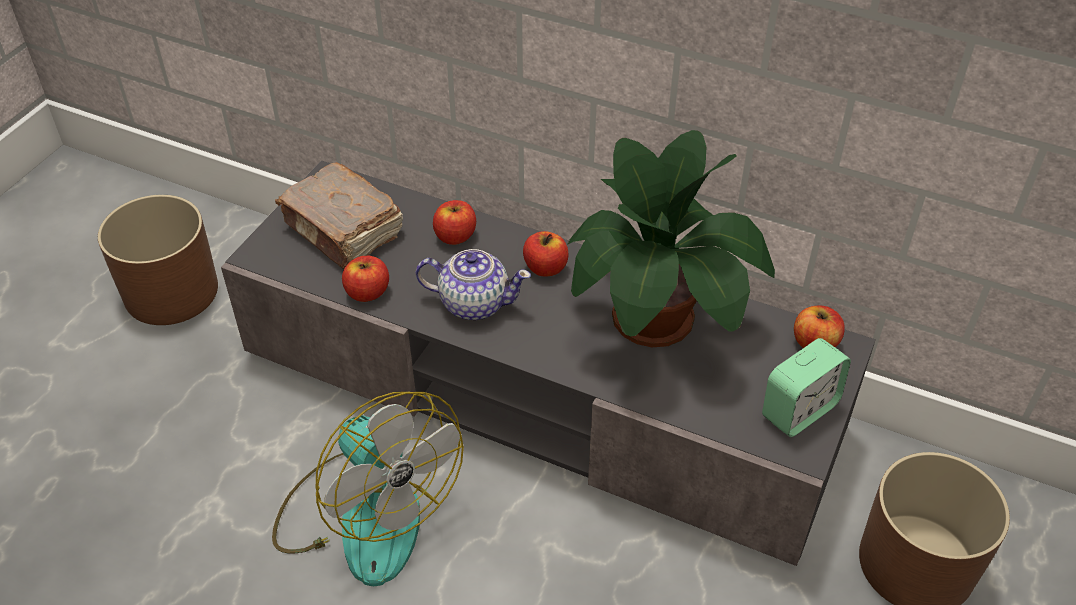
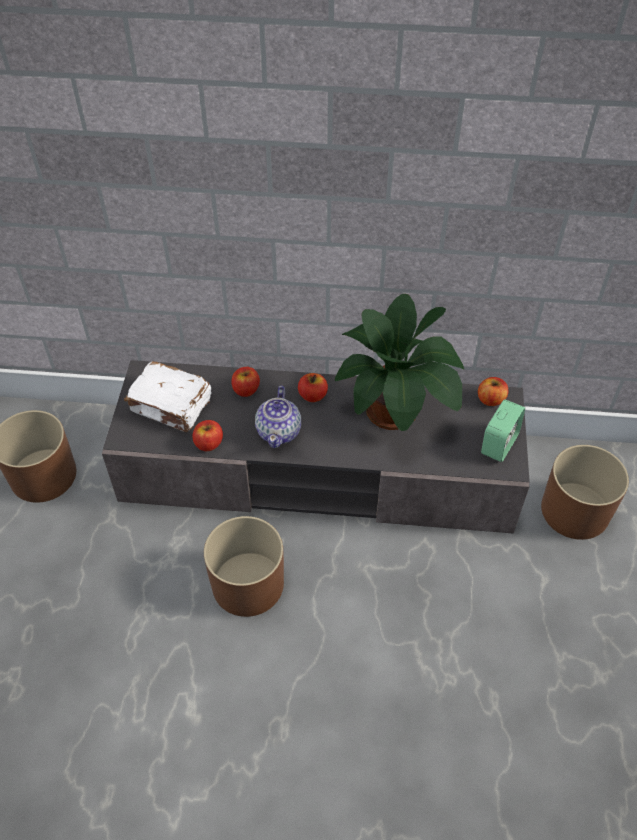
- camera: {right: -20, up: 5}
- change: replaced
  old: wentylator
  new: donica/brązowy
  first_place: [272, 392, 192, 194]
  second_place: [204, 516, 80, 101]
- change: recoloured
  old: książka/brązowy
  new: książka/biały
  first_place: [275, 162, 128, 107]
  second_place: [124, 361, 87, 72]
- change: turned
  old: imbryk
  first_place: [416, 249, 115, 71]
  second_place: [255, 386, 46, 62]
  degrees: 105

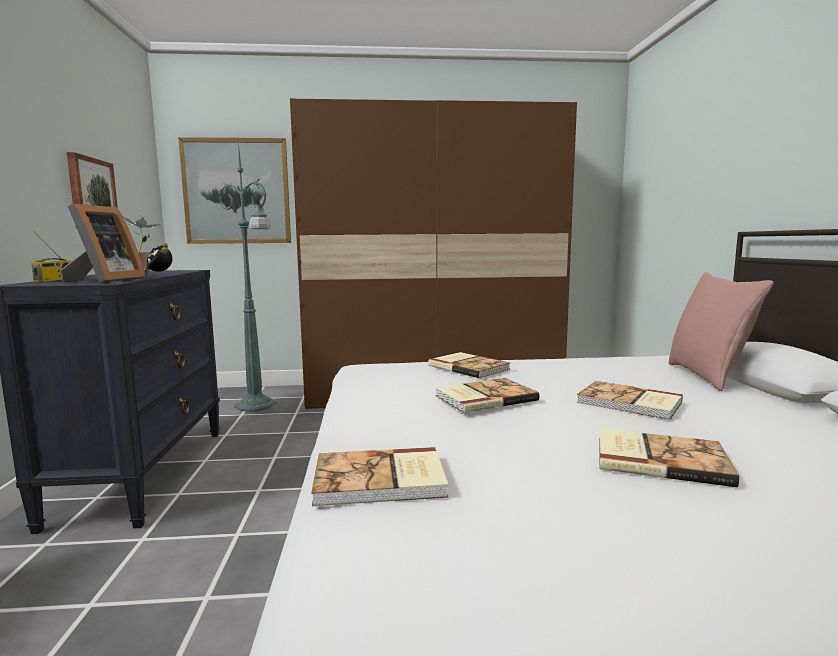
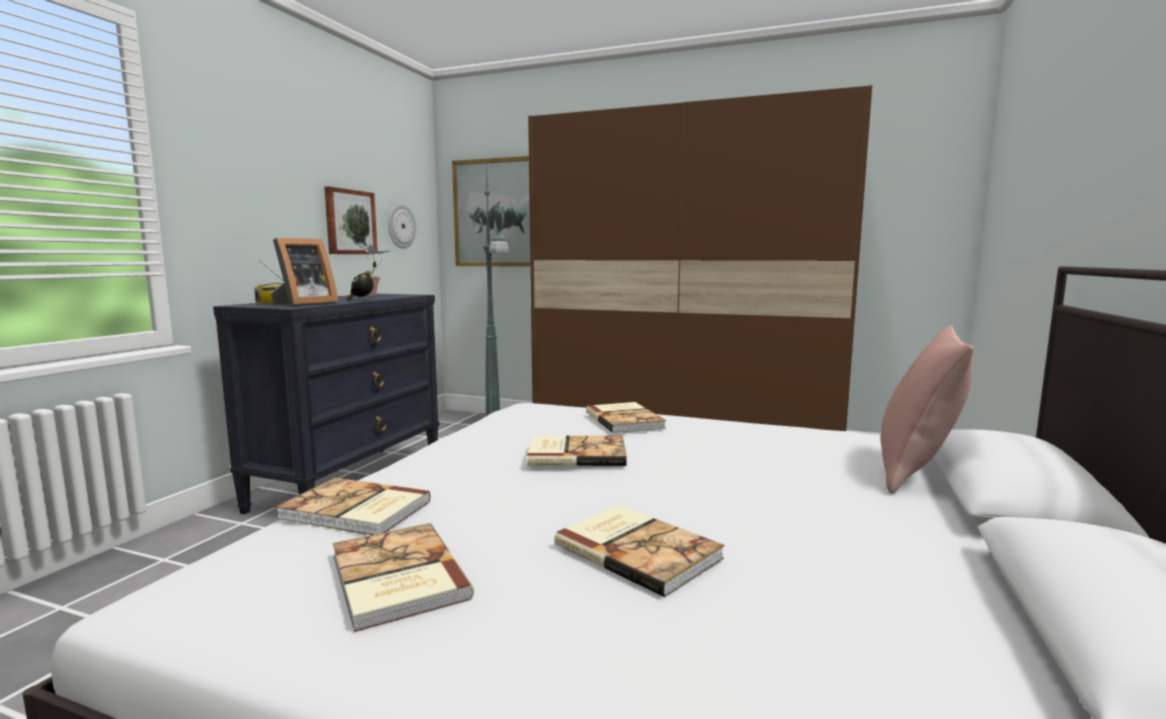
- camera: {right: 25, up: 0}
- change: added
  new: zegar ścienny
  second_place: [388, 204, 28, 45]
- change: moved
  old: książka
  first_place: [577, 381, 106, 39]
  second_place: [333, 523, 141, 109]

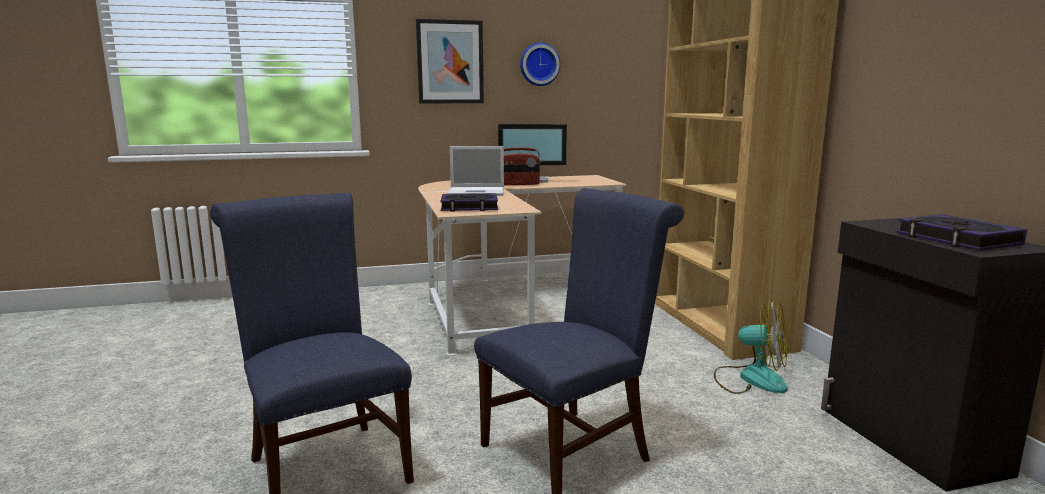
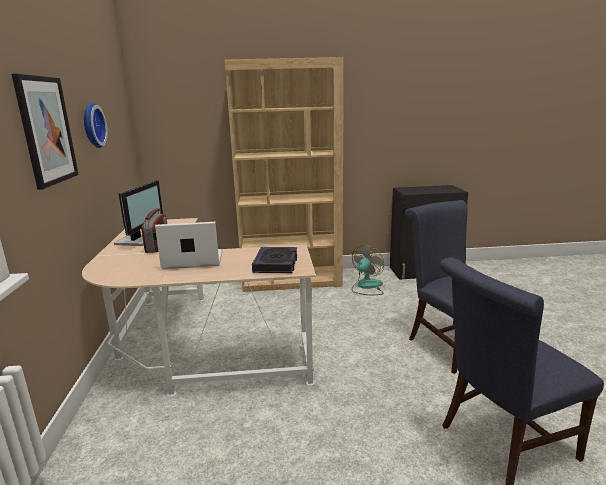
- camera: {right: -80, up: 5}
- change: removed
  old: książka
  first_place: [897, 214, 130, 37]
- change: turned
  old: laptop
  first_place: [447, 146, 57, 50]
  second_place: [155, 222, 68, 47]
  degrees: -105

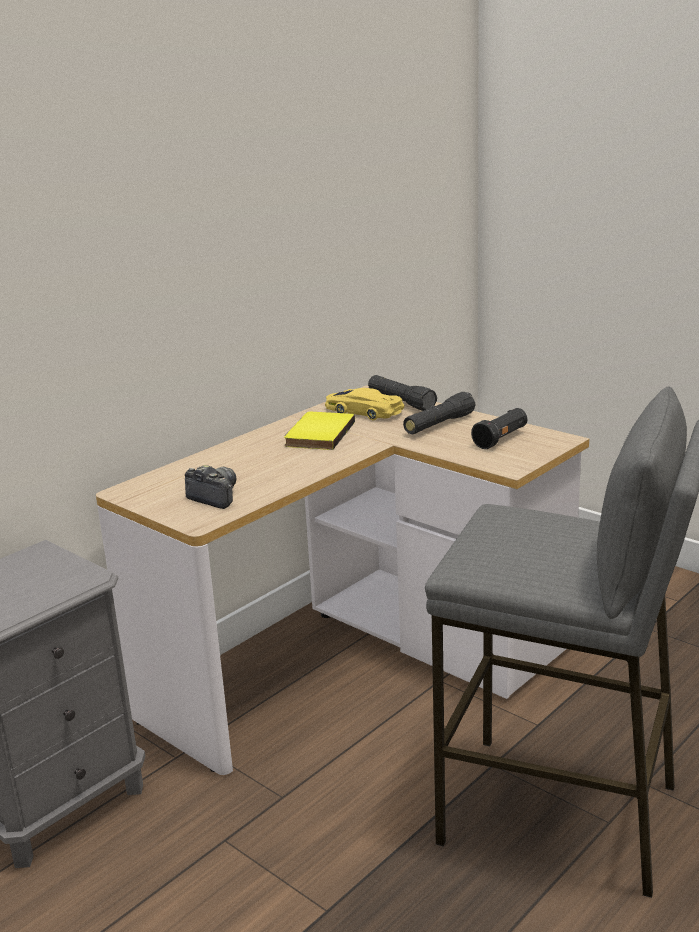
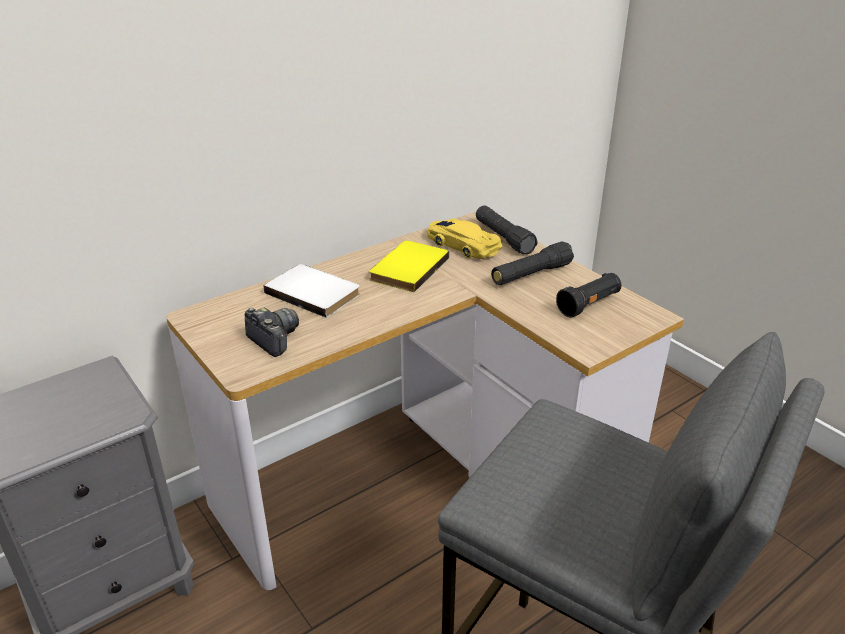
- camera: {right: 10, up: 10}
- change: added
  new: książka/biały
  second_place: [264, 264, 96, 54]

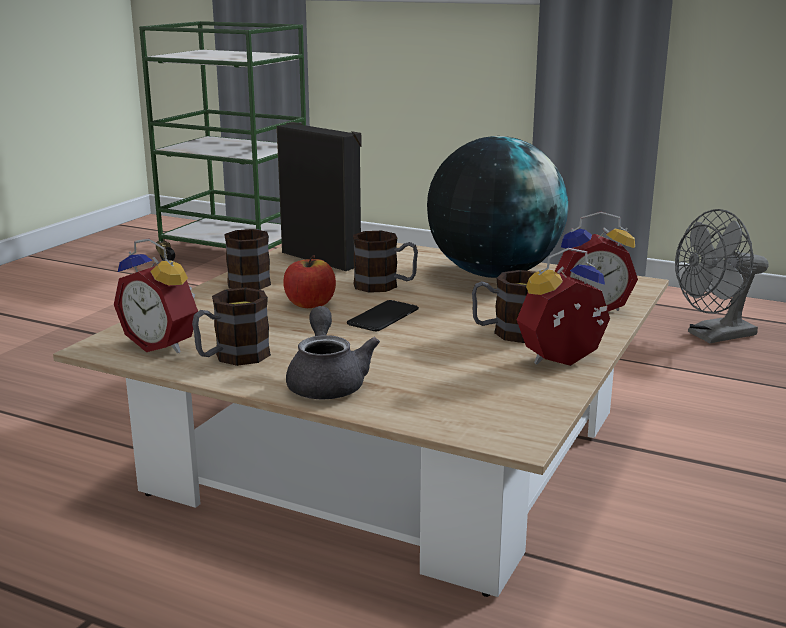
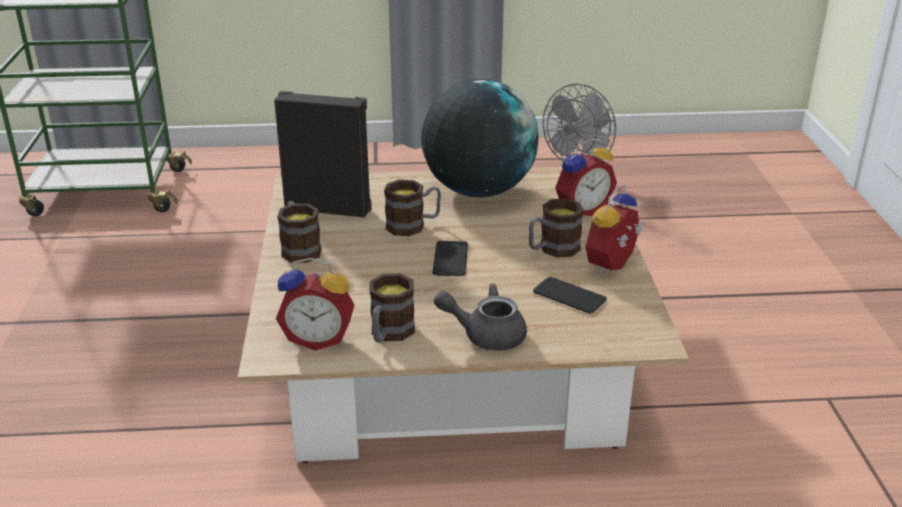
- camera: {right: -30, up: 10}
- change: removed
  old: jabłko
  first_place: [283, 255, 53, 53]
- change: added
  new: telefon
  second_place: [533, 277, 74, 36]
- change: turned
  old: imbryk/szary
  first_place: [286, 306, 94, 93]
  second_place: [434, 283, 93, 68]
  degrees: -45

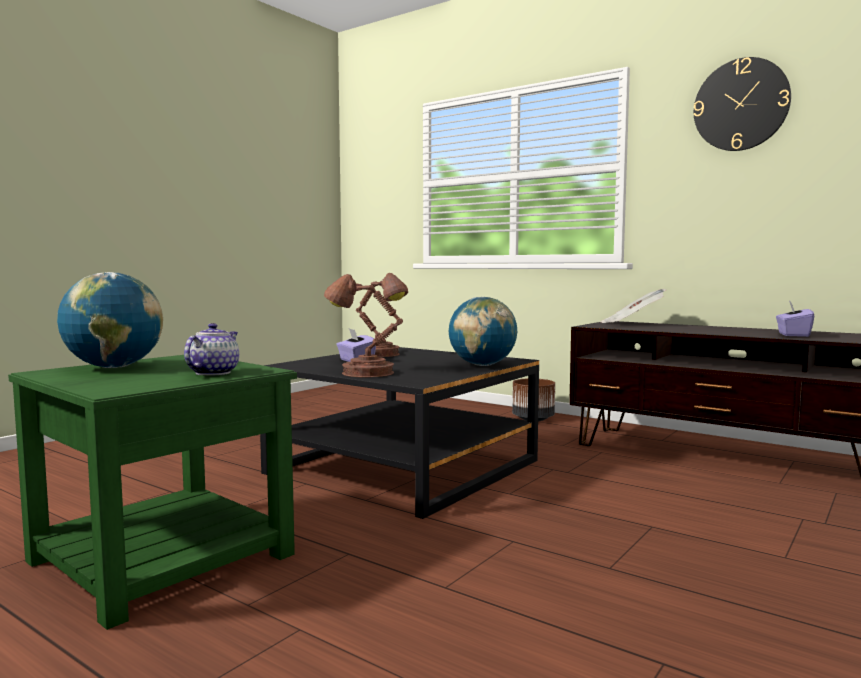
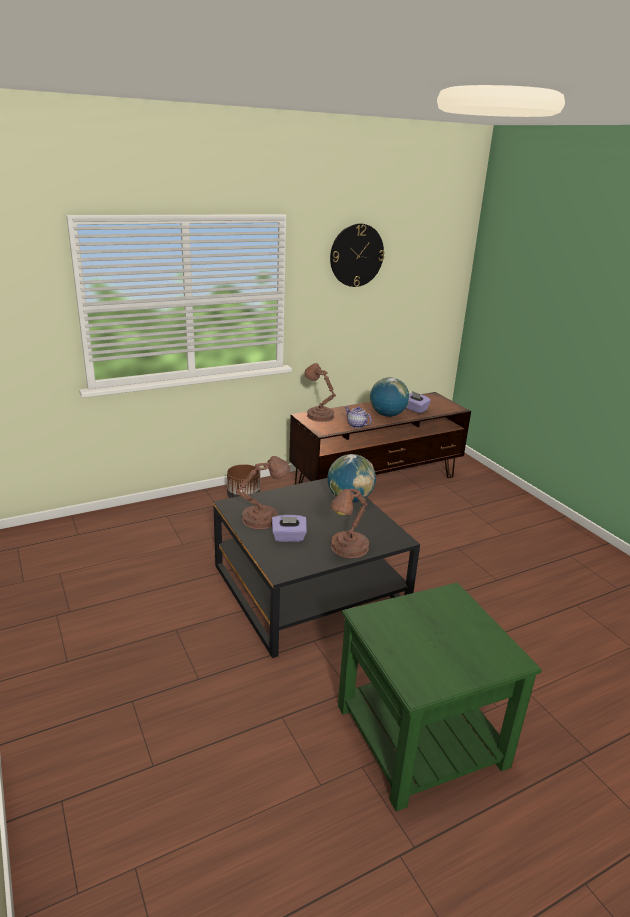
- camera: {right: -65, up: 20}
- change: moved
  old: globus
  first_place: [57, 272, 106, 96]
  second_place: [370, 377, 39, 40]
- change: moved
  old: imbryk
  first_place: [184, 323, 55, 53]
  second_place: [345, 406, 27, 22]
- change: replaced
  old: gazeta
  new: lampa stołowa/brązowy
  first_place: [601, 289, 65, 34]
  second_place: [304, 363, 32, 59]

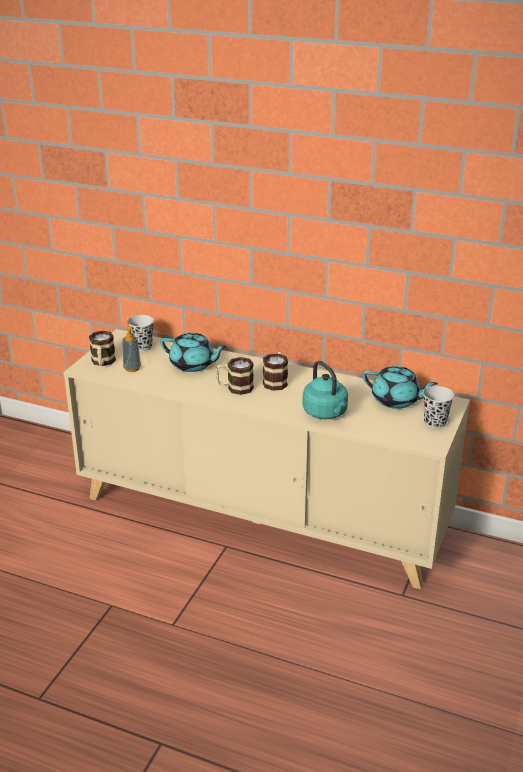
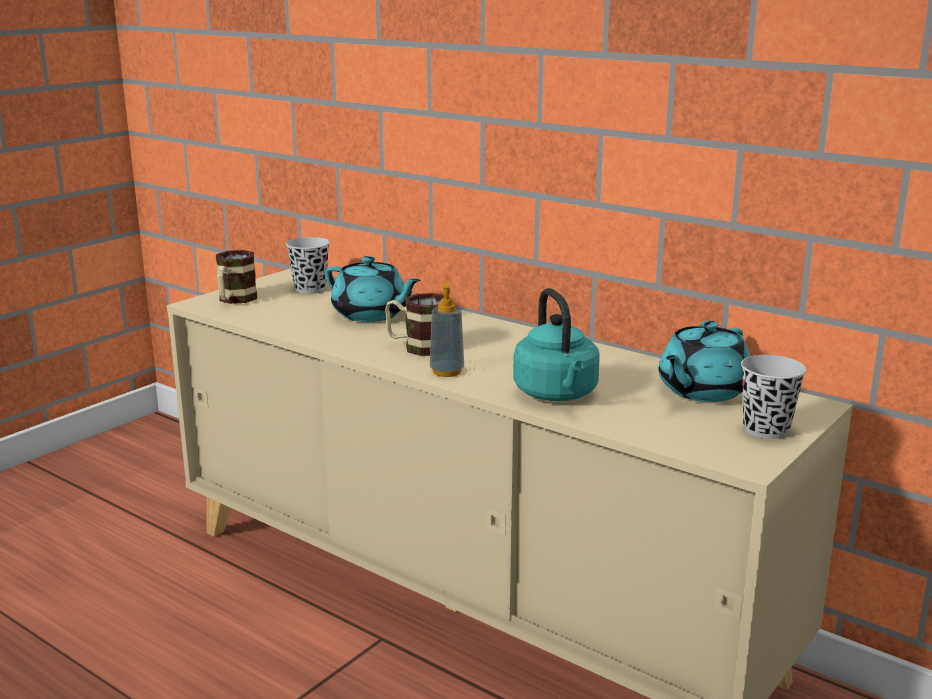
- camera: {right: 15, up: -10}
- change: removed
  old: kubek
  first_place: [263, 352, 25, 39]
- change: moved
  old: dozownik mydła
  first_place: [122, 324, 19, 48]
  second_place: [430, 281, 34, 96]
- change: turned
  old: imbryk/turkusowy
  first_place: [362, 366, 76, 43]
  second_place: [659, 321, 91, 81]
  degrees: 90

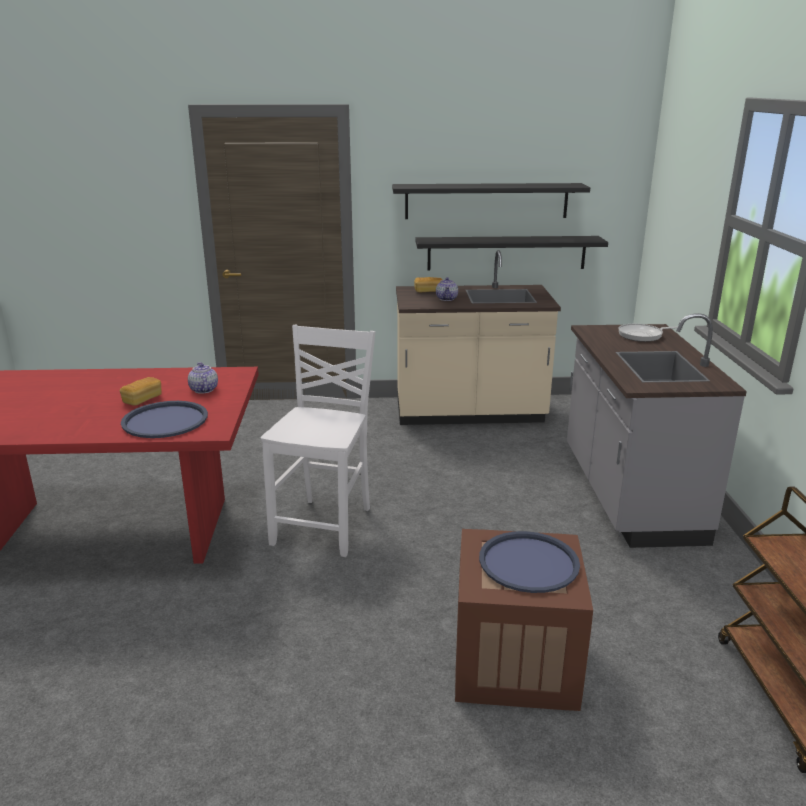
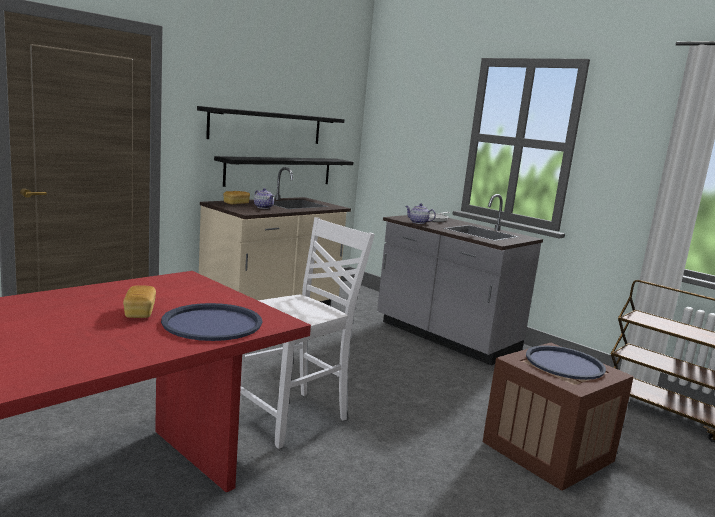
- camera: {right: -45, up: -10}
- change: moved
  old: imbryk
  first_place: [188, 362, 30, 32]
  second_place: [405, 204, 31, 20]
- change: turned
  old: krzesło/biały
  first_place: [260, 325, 115, 232]
  second_place: [239, 217, 136, 232]
  degrees: 75

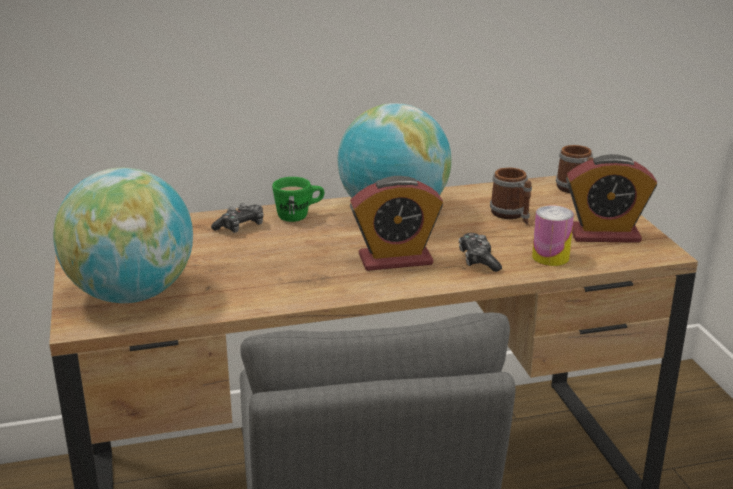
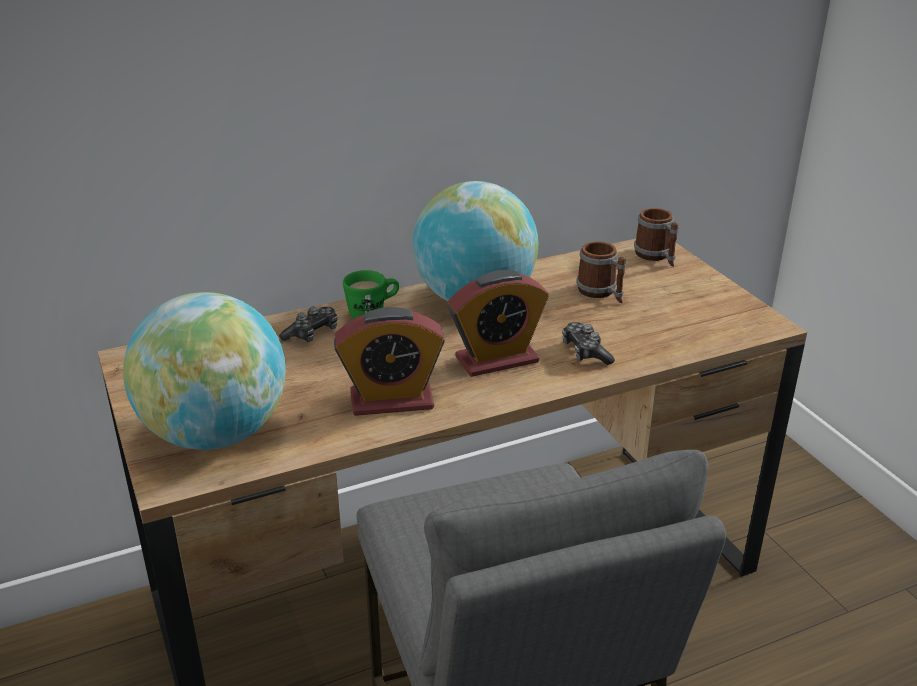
- camera: {right: -10, up: 5}
- change: removed
  old: puszka
  first_place: [532, 205, 42, 61]
- change: moved
  old: budzik
  first_place: [566, 154, 91, 89]
  second_place: [334, 307, 111, 109]

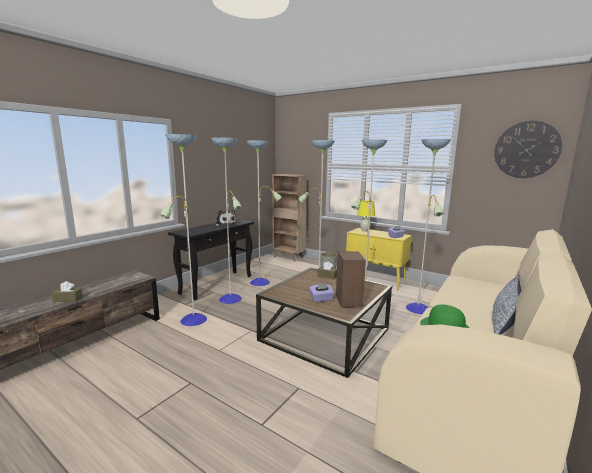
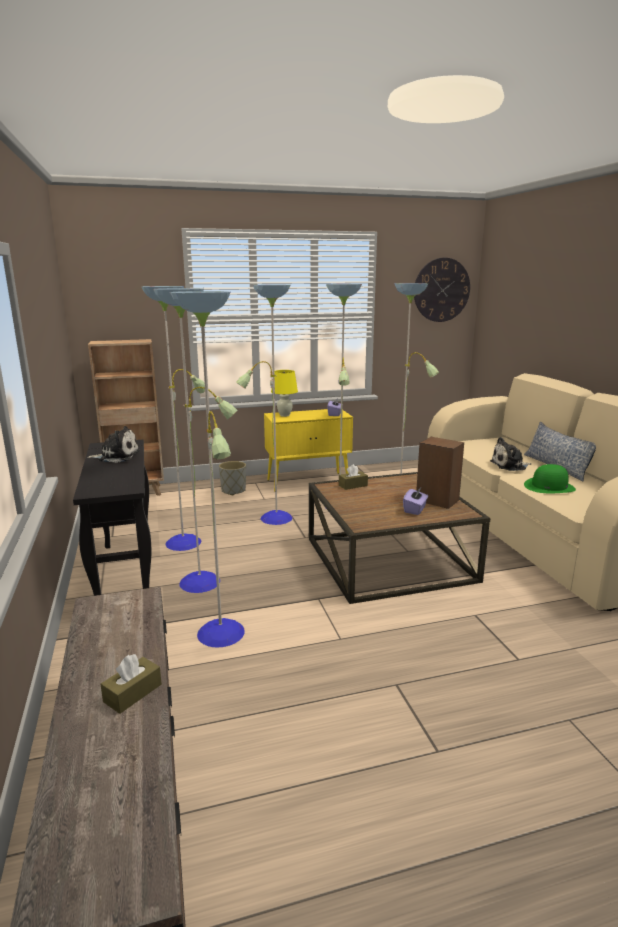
- camera: {right: -50, up: 5}
- change: added
  new: pluszak
  second_place: [490, 437, 41, 34]

